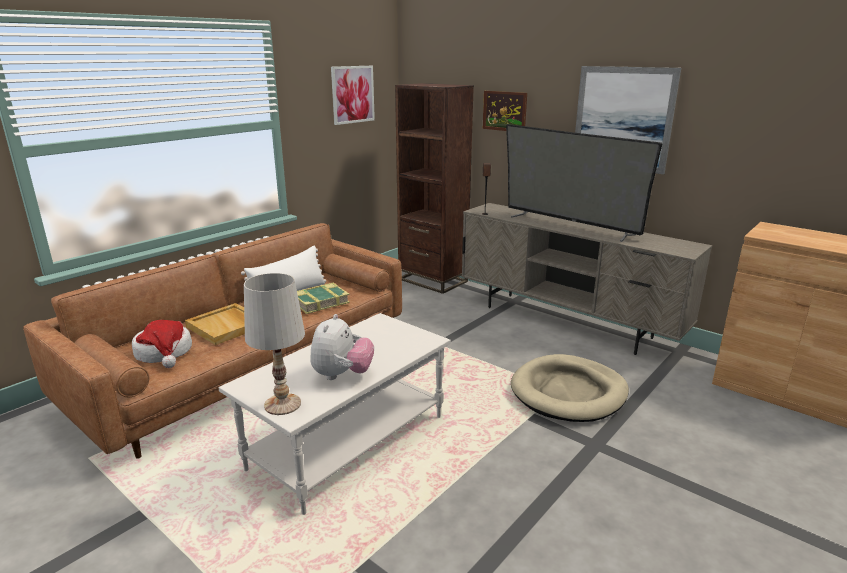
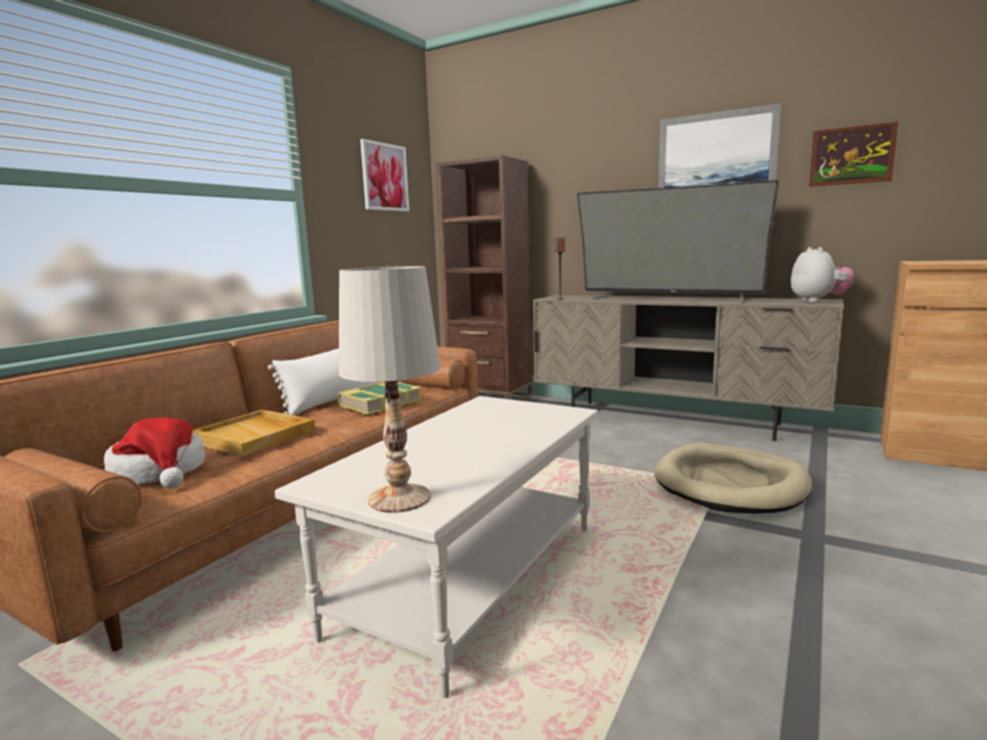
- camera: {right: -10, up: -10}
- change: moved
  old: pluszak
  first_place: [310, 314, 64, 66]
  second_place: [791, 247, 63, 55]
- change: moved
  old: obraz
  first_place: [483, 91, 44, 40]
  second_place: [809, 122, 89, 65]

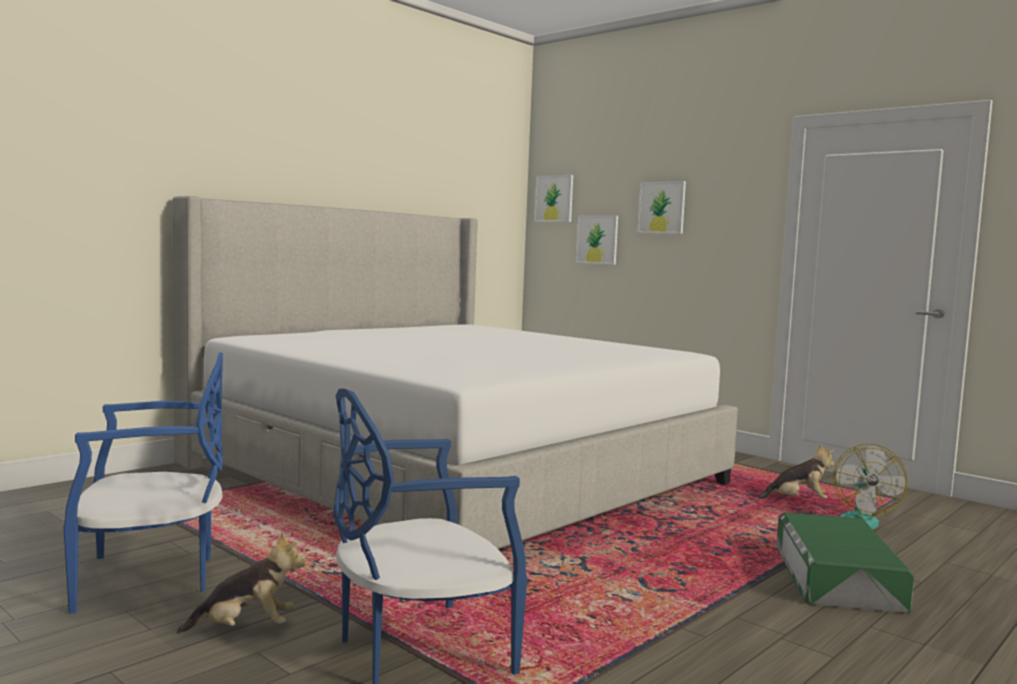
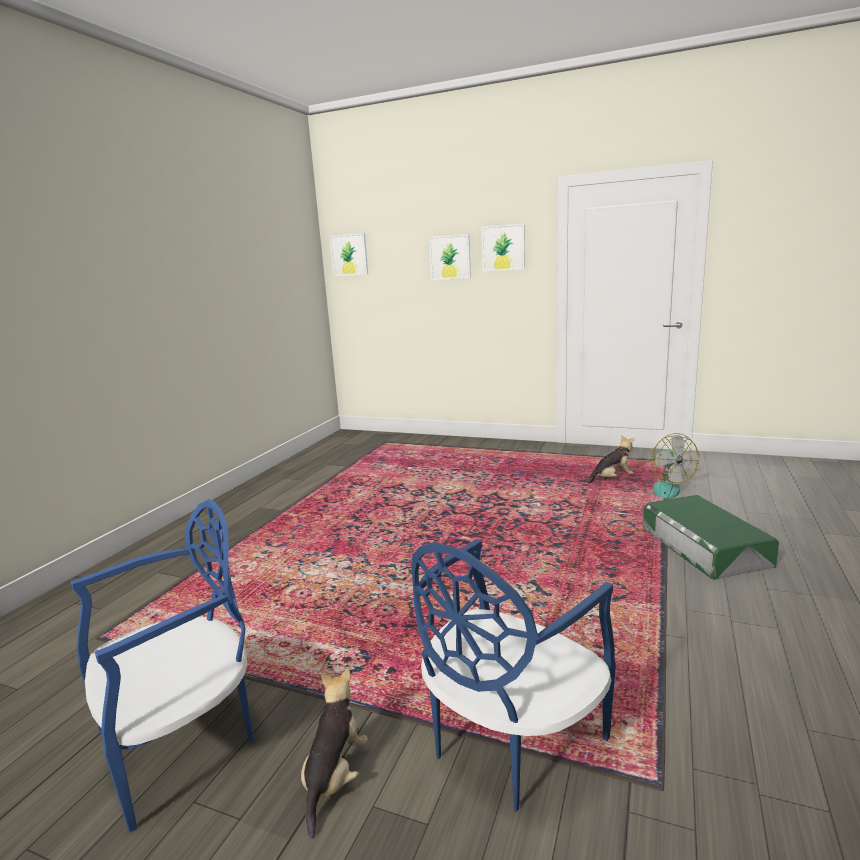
- camera: {right: -20, up: 10}
- change: removed
  old: łóżko
  first_place: [173, 196, 565, 353]
- change: moved
  old: obraz
  first_place: [576, 216, 42, 48]
  second_place: [482, 224, 43, 47]
- change: turned
  old: pluszak
  first_place: [177, 532, 128, 102]
  second_place: [301, 668, 67, 171]
  degrees: -45

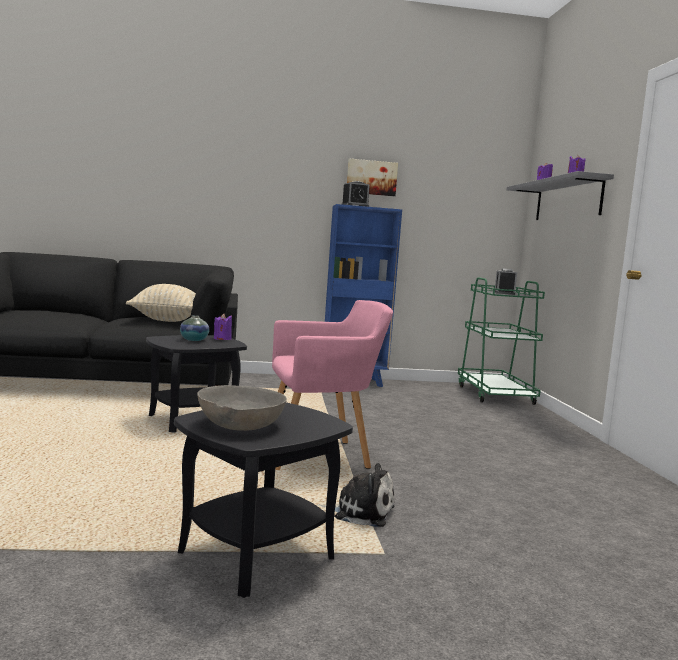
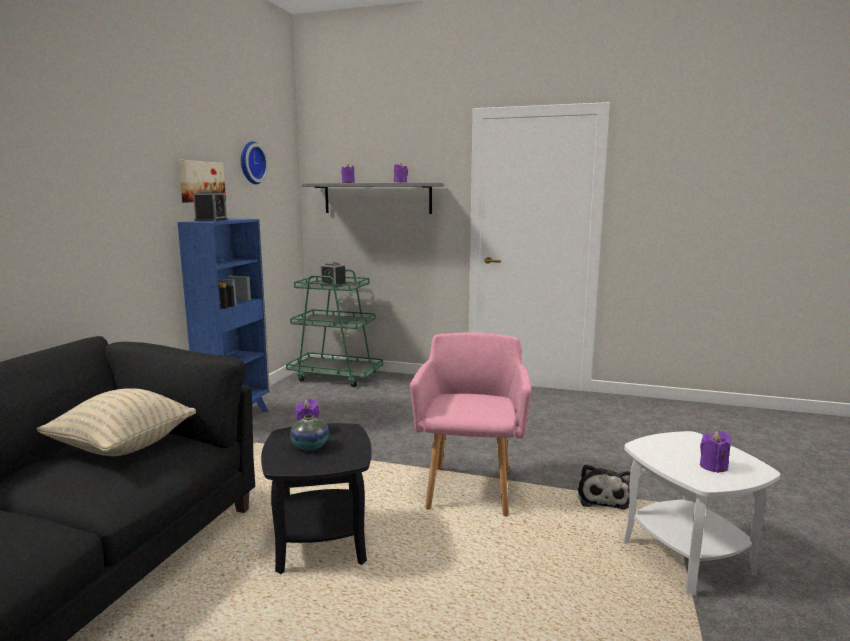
- camera: {right: -65, up: 5}
- change: added
  new: zegar ścienny
  second_place: [241, 141, 27, 43]
- change: replaced
  old: miska/szary
  new: świeca/fioletowy
  first_place: [197, 385, 90, 46]
  second_place: [700, 431, 31, 42]
- change: recoloured
  old: stolik/czarny
  new: stolik/biały
  first_place: [174, 402, 179, 196]
  second_place: [624, 431, 156, 165]
- change: turned
  old: pluszak
  first_place: [317, 463, 77, 64]
  second_place: [578, 464, 52, 46]
  degrees: 150

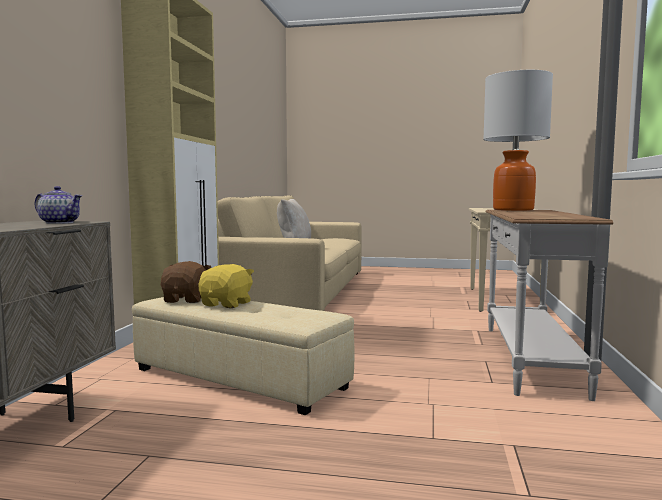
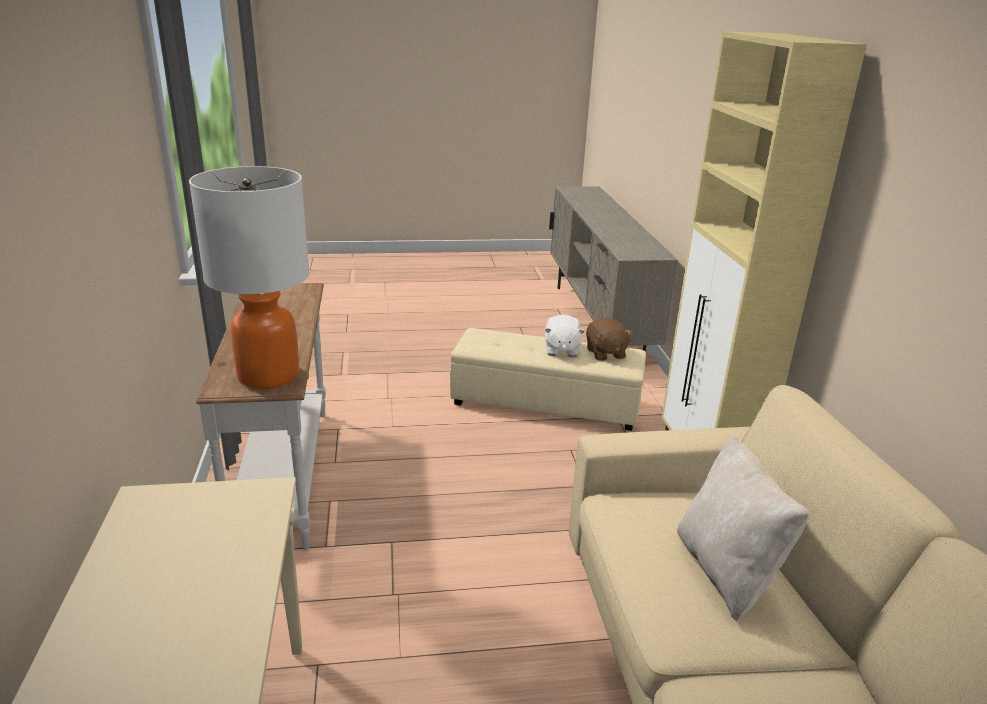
- camera: {right: 160, up: 20}
- change: removed
  old: imbryk
  first_place: [35, 186, 47, 38]
- change: recoloured
  old: pluszak/żółty
  new: pluszak/biały
  first_place: [198, 264, 56, 44]
  second_place: [545, 314, 40, 43]

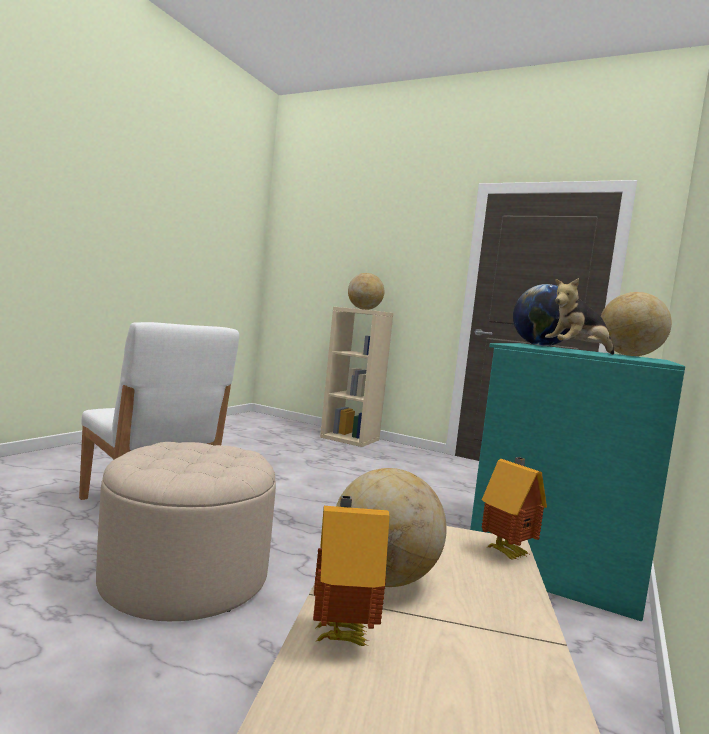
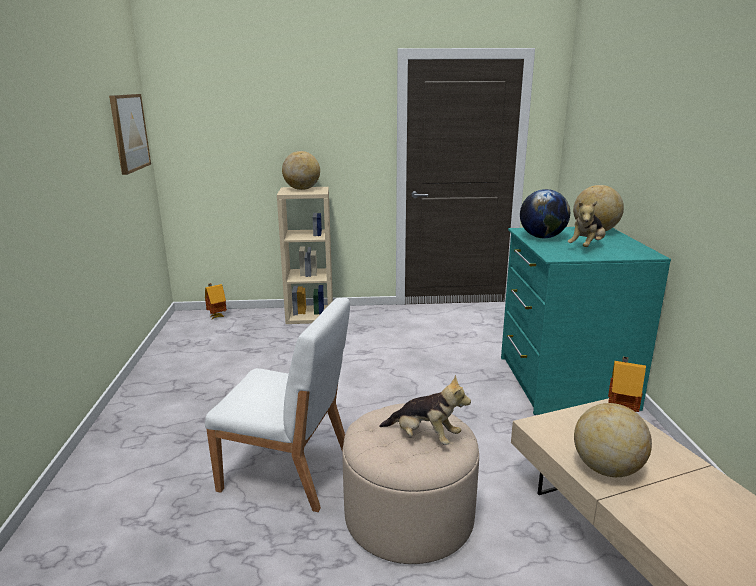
- camera: {right: -30, up: 15}
- change: added
  new: obraz
  second_place: [109, 94, 42, 81]
- change: added
  new: pluszak
  second_place: [379, 375, 92, 70]
- change: moved
  old: domek
  first_place: [313, 495, 76, 151]
  second_place: [205, 283, 22, 36]

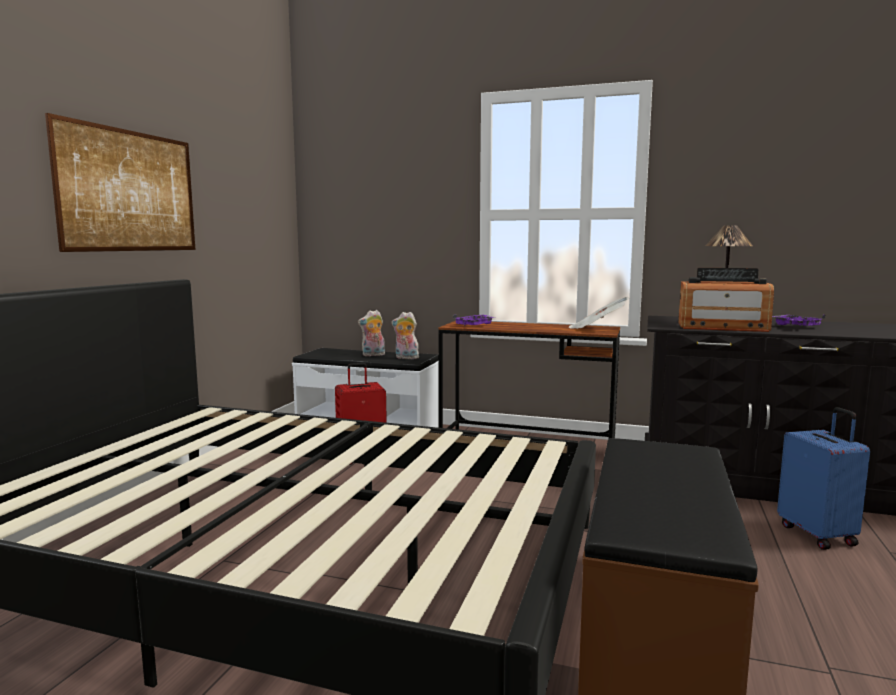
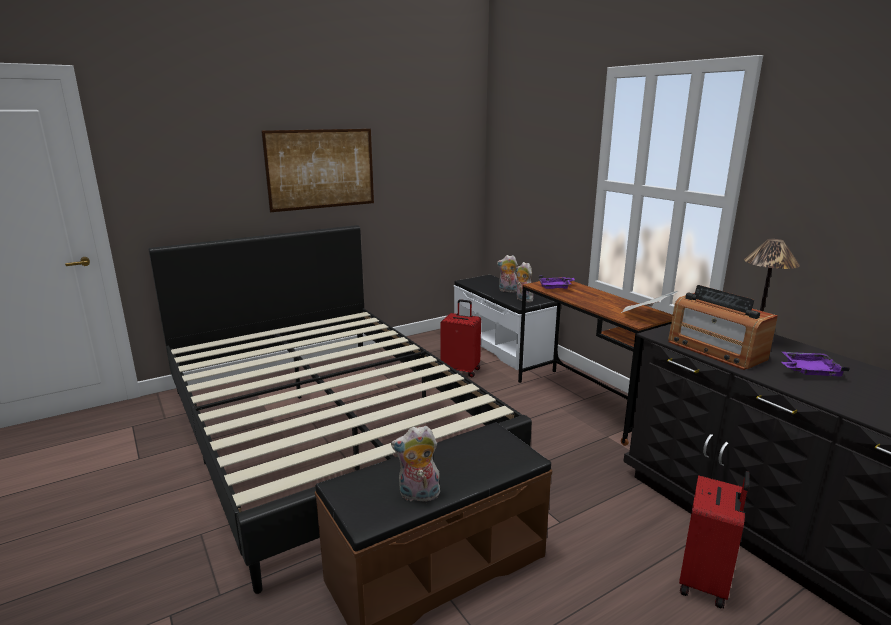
- camera: {right: 40, up: 10}
- change: added
  new: pluszak
  second_place: [391, 426, 50, 76]
- change: recoloured
  old: walizka/niebieski
  new: walizka/czerwony
  first_place: [777, 407, 93, 143]
  second_place: [679, 471, 71, 137]

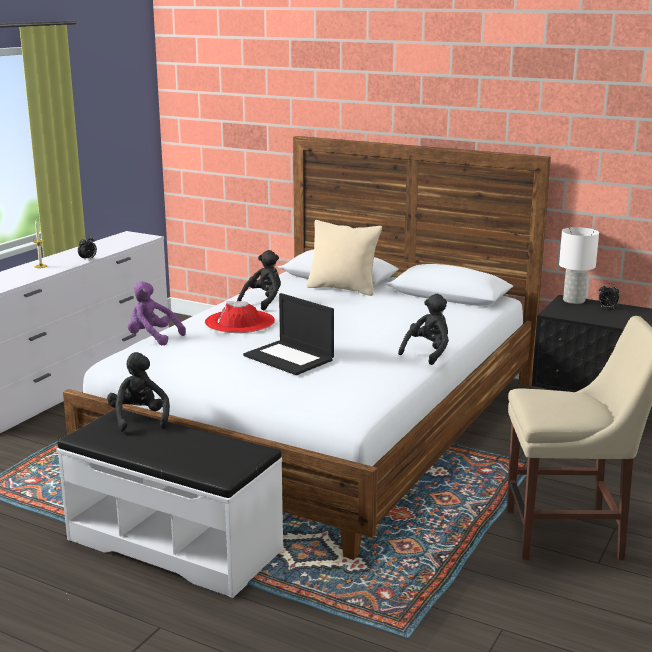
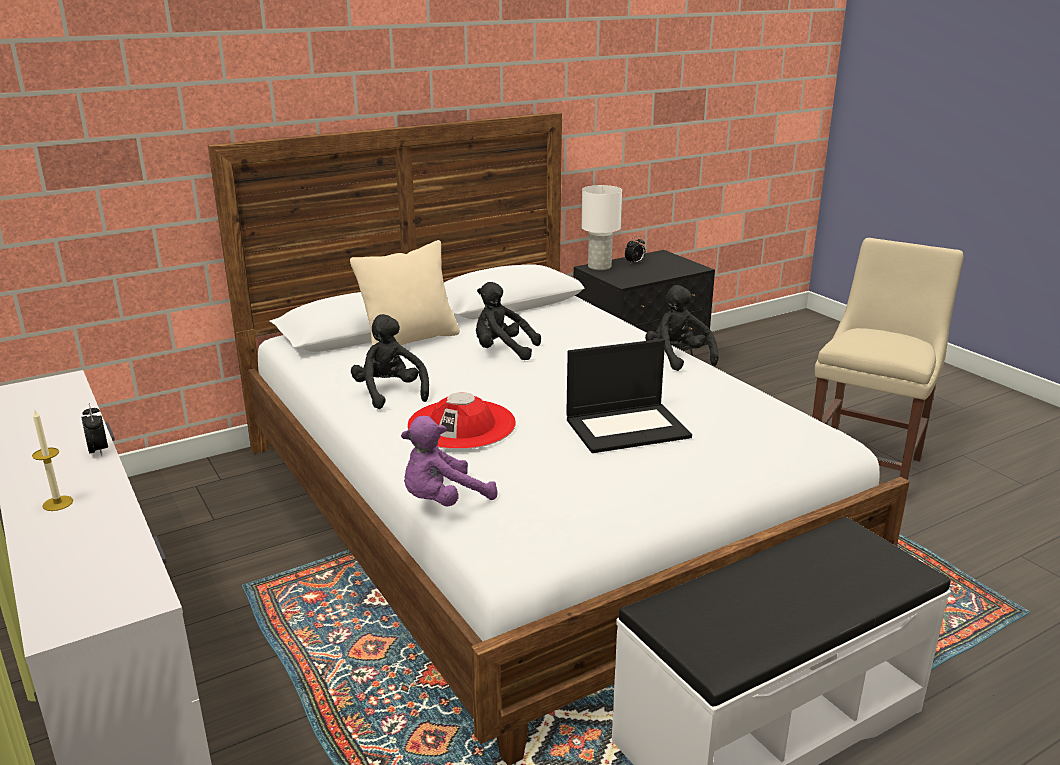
- camera: {right: -60, up: 5}
- change: moved
  old: pluszak/czarny
  first_place: [107, 352, 63, 80]
  second_place: [476, 282, 65, 78]

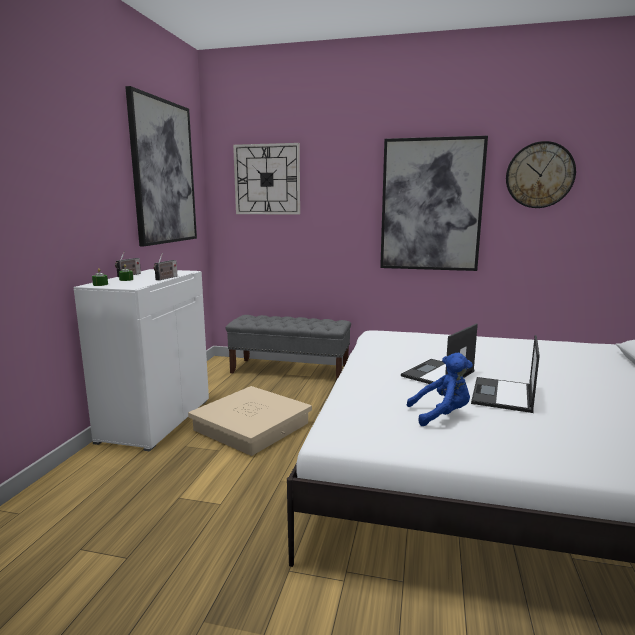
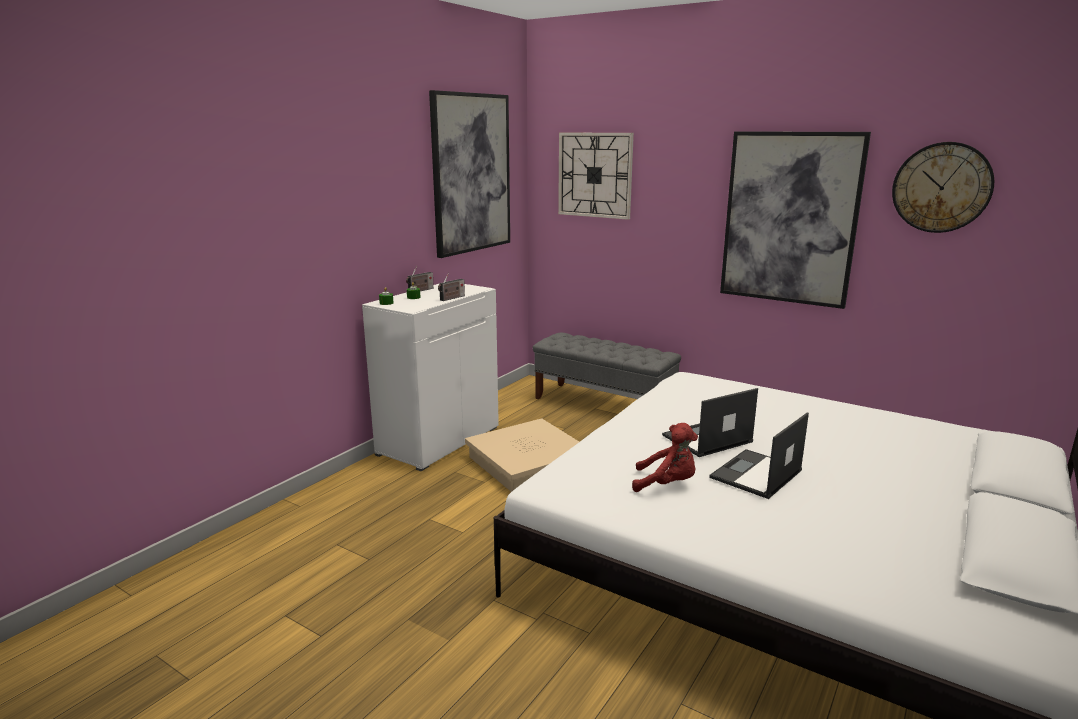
- camera: {right: 20, up: 5}
- change: recoloured
  old: pluszak/niebieski
  new: pluszak/czerwony
  first_place: [407, 353, 66, 73]
  second_place: [632, 423, 66, 69]

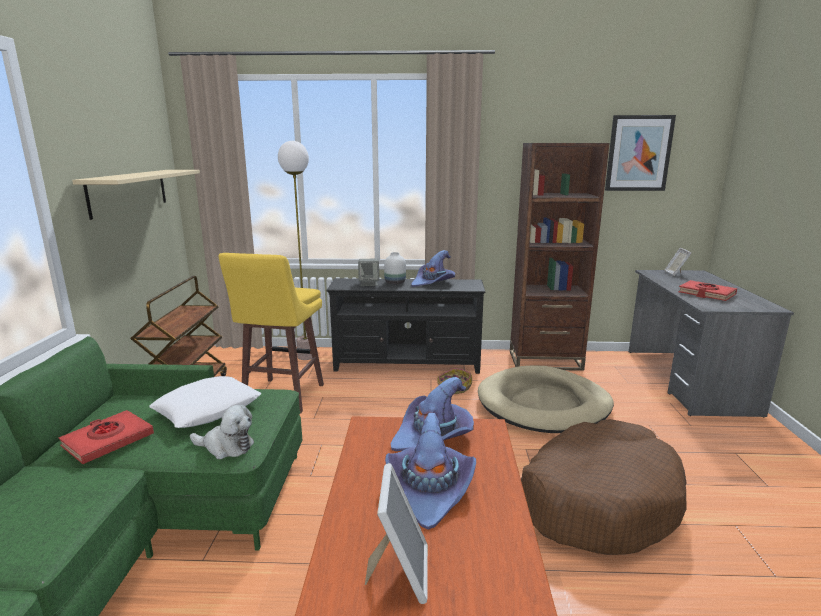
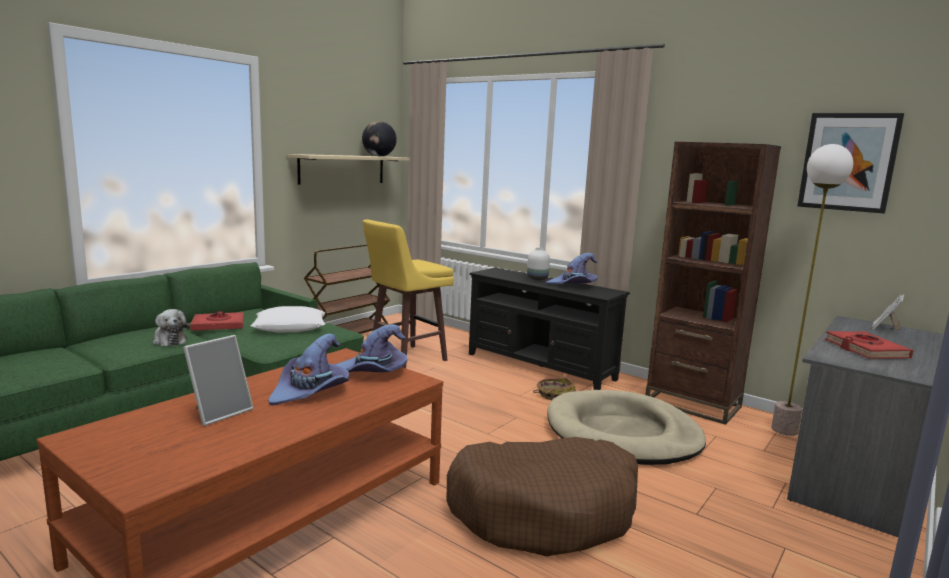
- camera: {right: 35, up: -5}
- change: removed
  old: głośnik/szary
  first_place: [358, 259, 21, 27]
- change: added
  new: globus
  second_place: [362, 121, 35, 35]
- change: moved
  old: pluszak
  first_place: [190, 405, 64, 54]
  second_place: [152, 309, 38, 37]
- change: moved
  old: lampa stojąca
  first_place: [278, 141, 34, 219]
  second_place: [771, 144, 82, 292]

